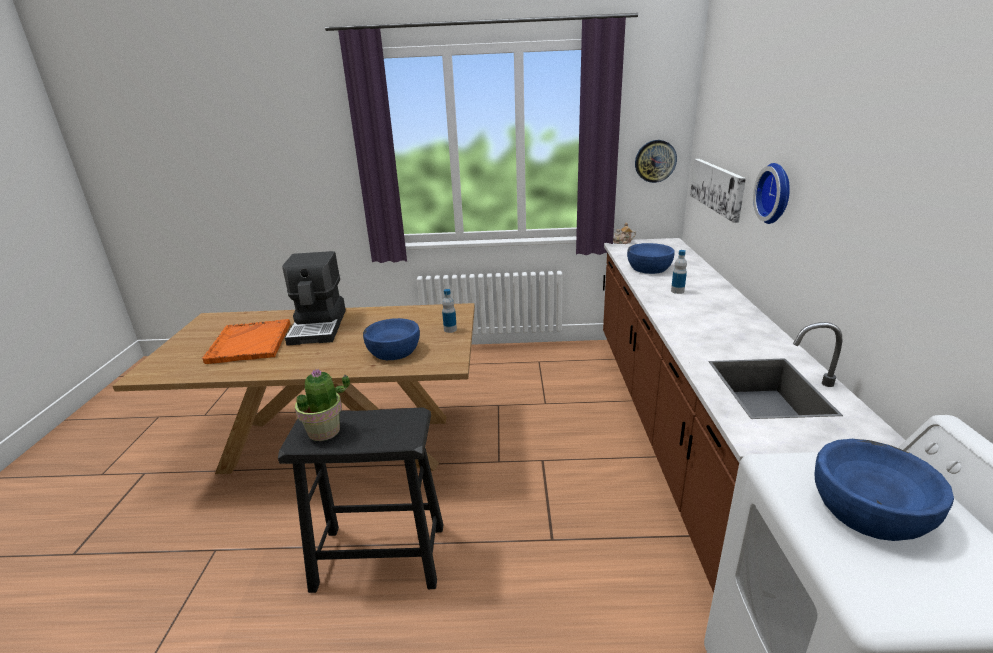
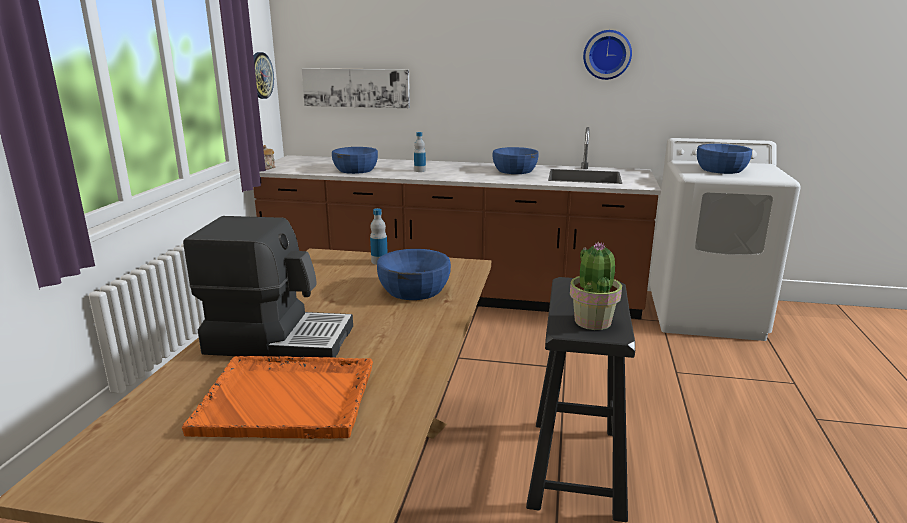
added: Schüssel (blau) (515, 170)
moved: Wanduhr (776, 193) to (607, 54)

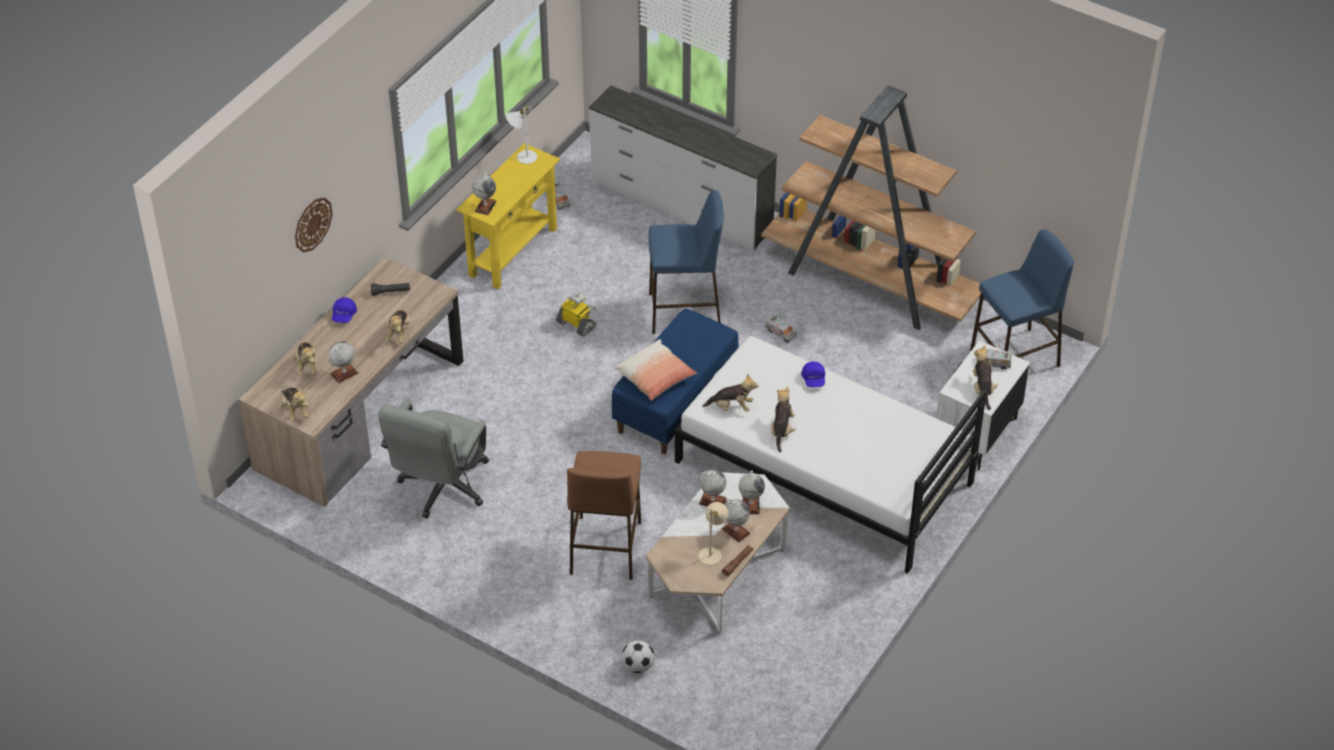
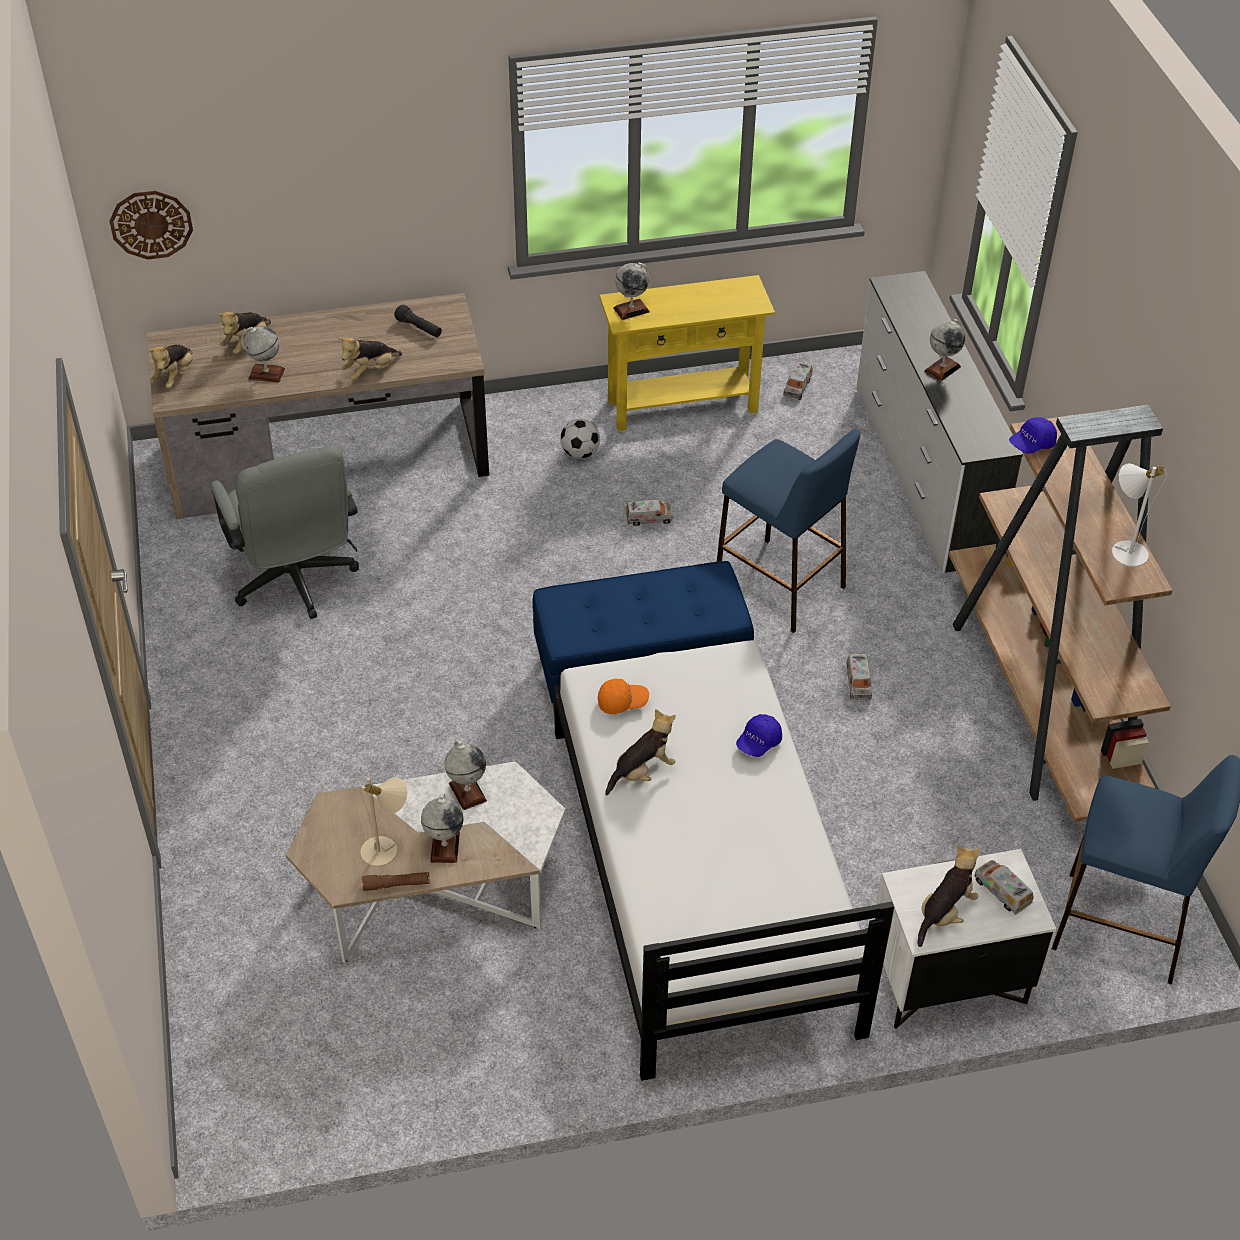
removed: Kissen (655, 378); Hocker (braun) (605, 548)
moved: Tischlampe (weiß) (523, 156) to (1124, 549); Wanduhr (312, 224) to (151, 224); Kappe (blau) (344, 315) to (1031, 444); Globus (751, 504) to (942, 369); Fußball (638, 666) to (580, 453)
replaced: Spielzeugroboter (576, 324) to Spielzeuglaster (649, 518); Plüschtier (731, 407) to Kappe (orange) (622, 702)
turned: Bürostuhl (grau) (441, 490) = (296, 583) 90 degrees counterclockwise

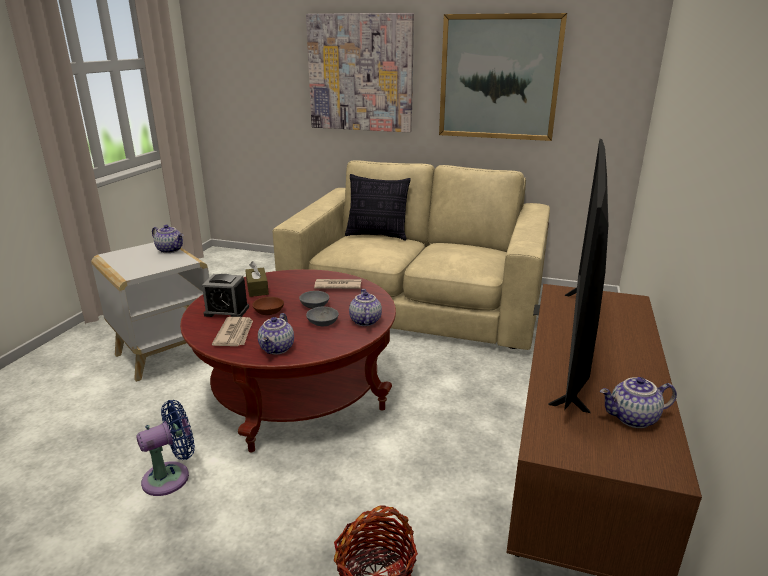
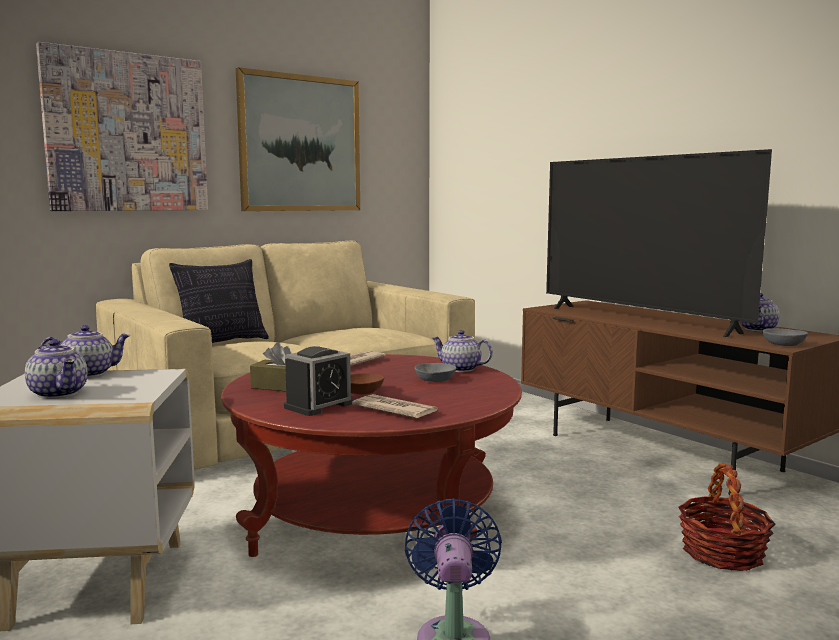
moved: Schüssel (grau) (315, 305) to (784, 344); Teekanne (277, 349) to (60, 393)

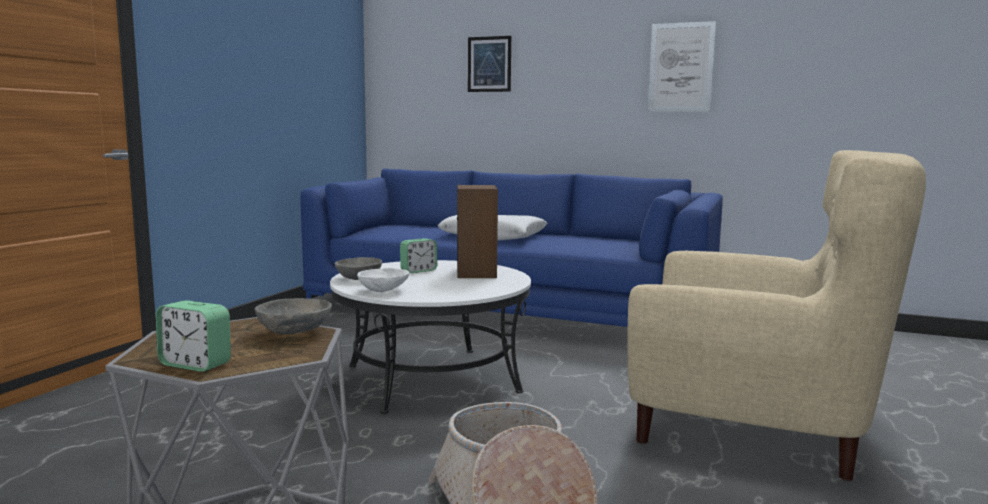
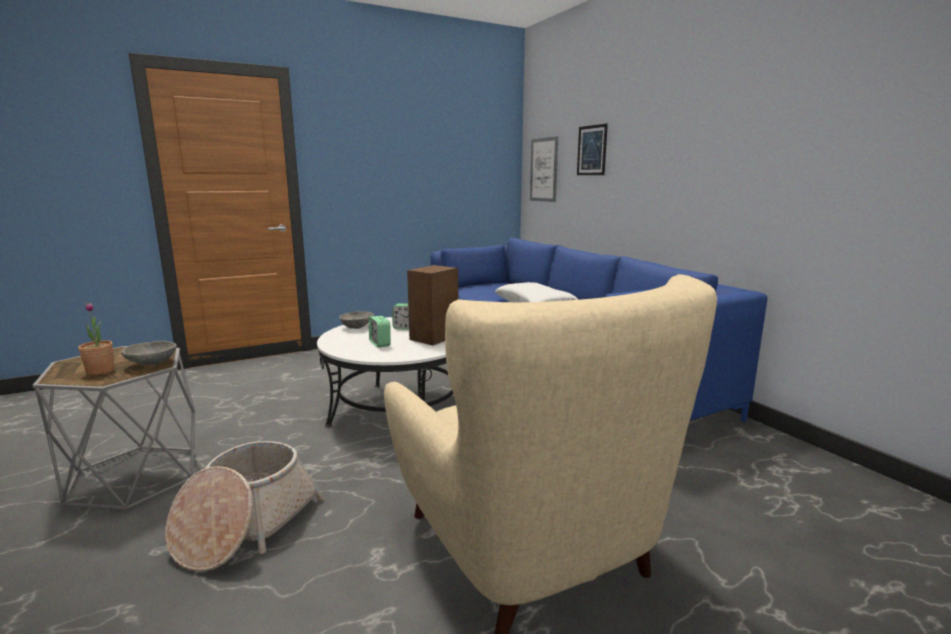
removed: Schüssel (weiß) (384, 290)
added: Topfpflanze (100, 371)
moved: Bild (681, 67) to (544, 170); Wecker (195, 364) to (380, 344)

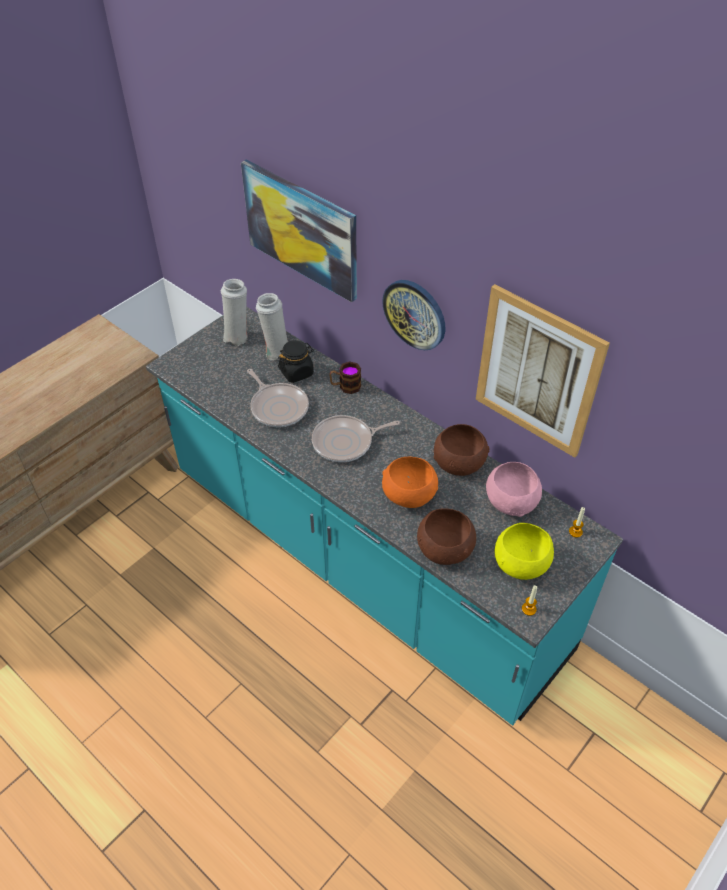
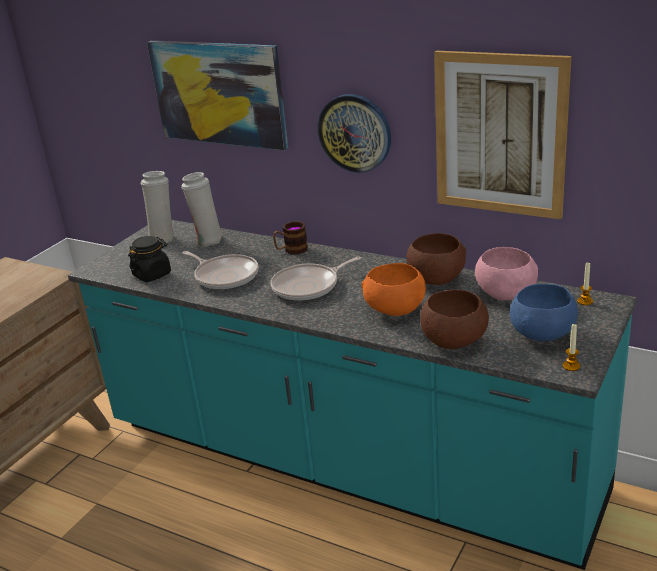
moved: Vorratsglas (schwarz) (296, 372) to (152, 274)
recoloured: Schüssel (gelb) (520, 565) to Schüssel (blau) (542, 336)

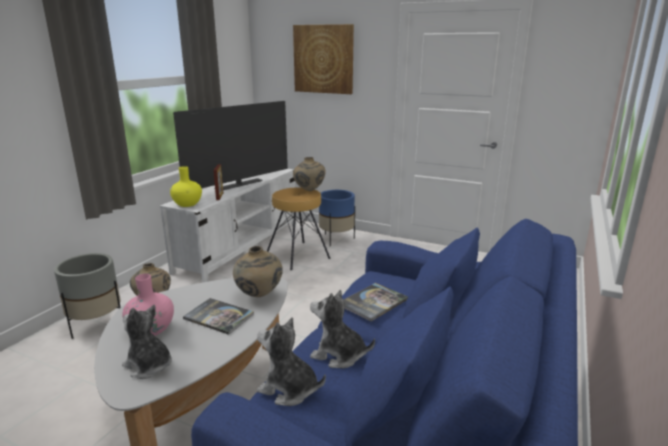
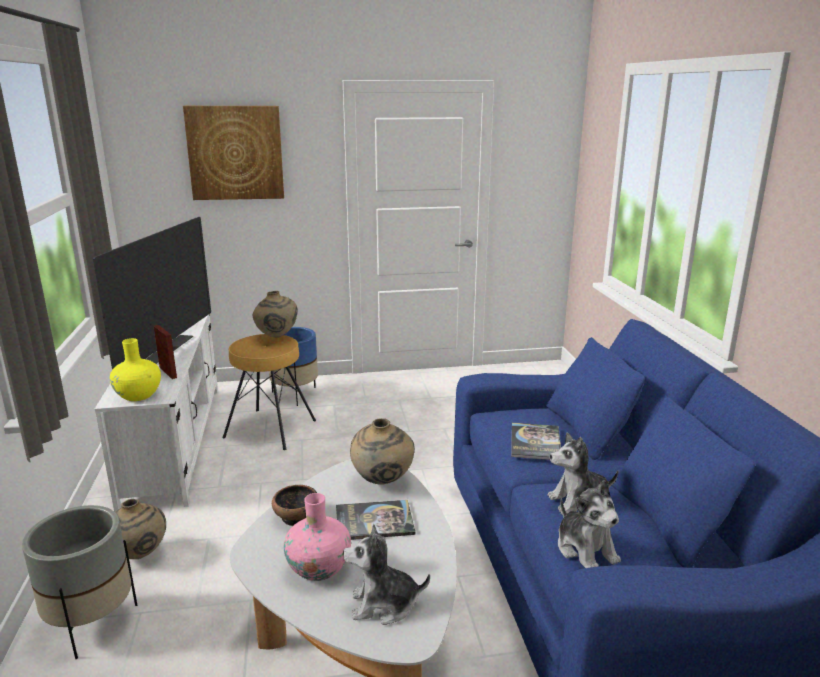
added: Schüssel (297, 517)
turned: Plüschtier (289, 389) = (585, 550) 105 degrees counterclockwise

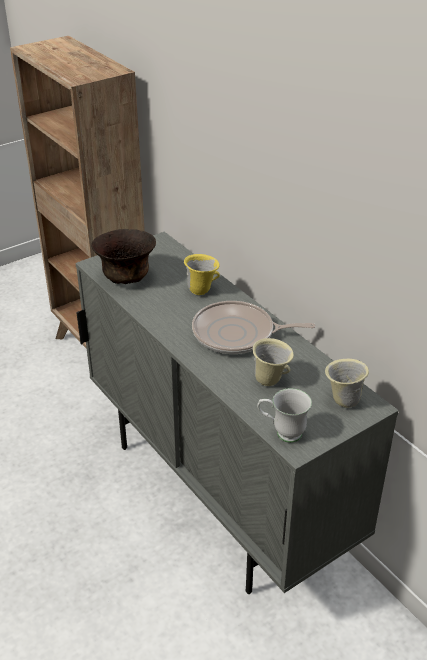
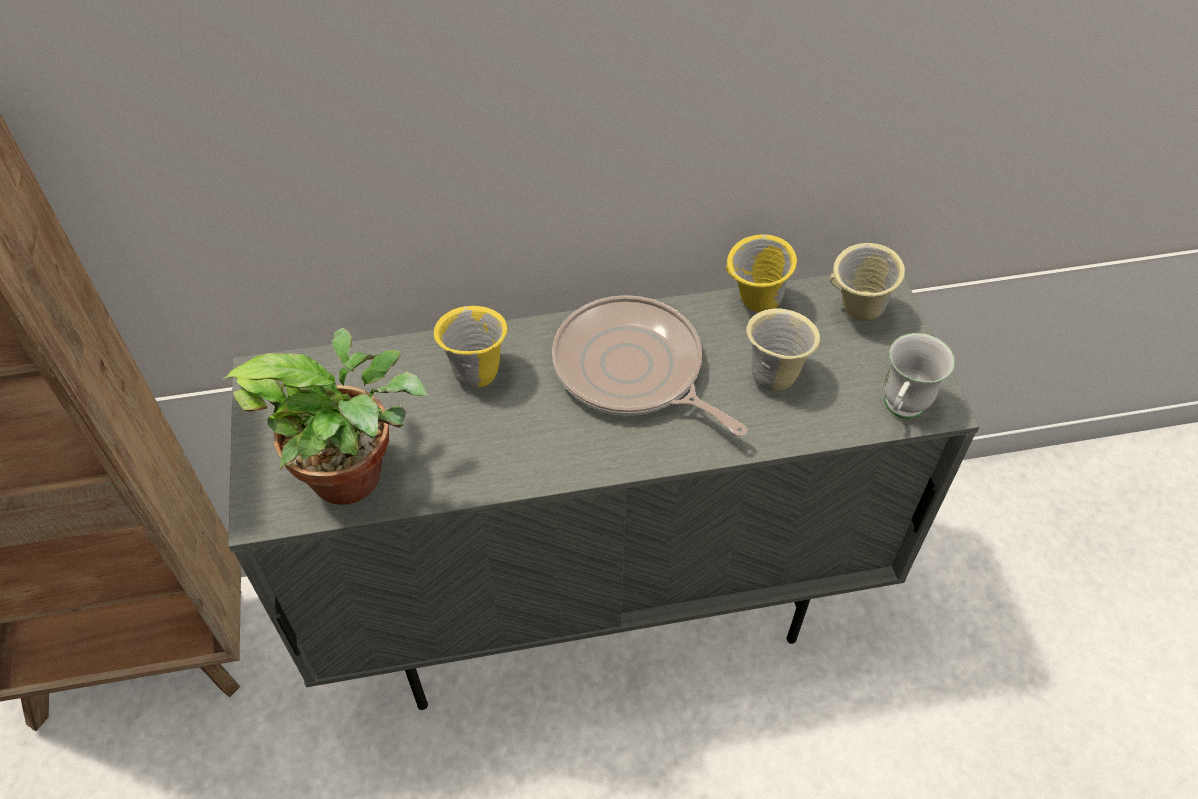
added: Henkelbecher (gelb) (754, 304)
replaced: Schüssel (braun) (126, 279) to Topfpflanze (357, 475)
turned: Pfanne (238, 334) = (633, 371) 105 degrees clockwise

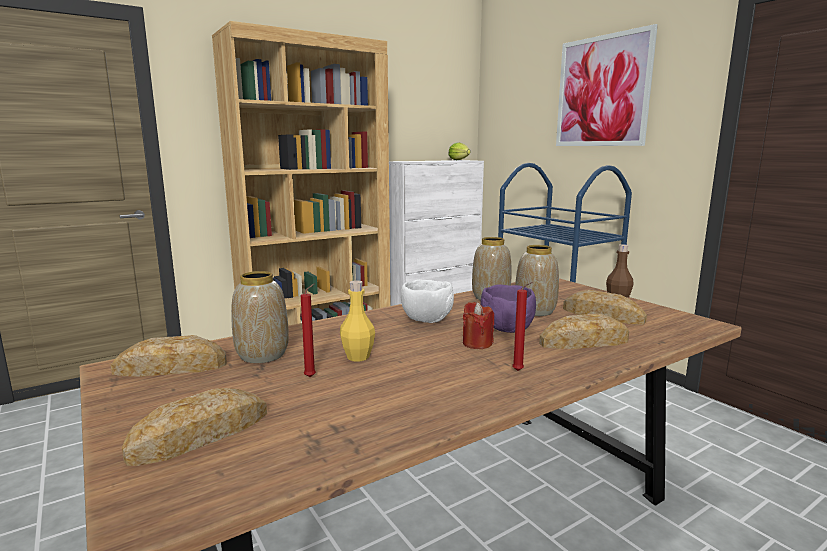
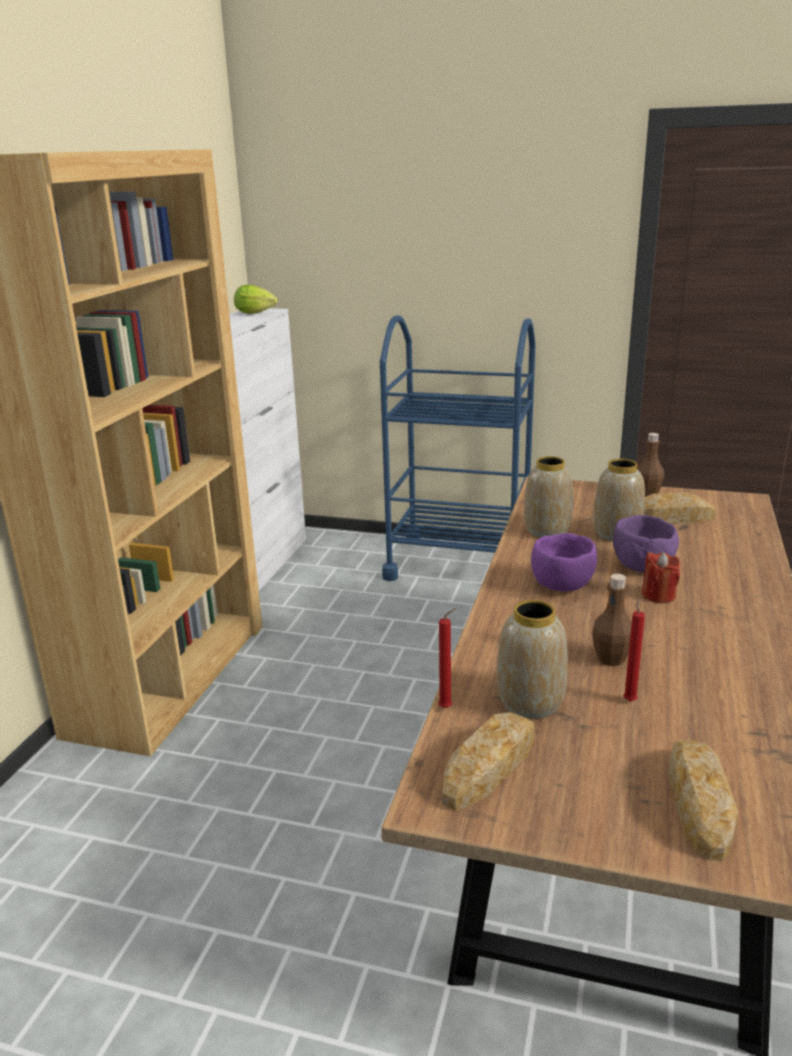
removed: Bild (602, 91); Brot (584, 342)
moved: Kerze (rot) (519, 371) to (447, 707)
recoloured: Schüssel (weiß) (427, 321) to Schüssel (lila) (563, 586); Flasche (gelb) (358, 357) to Flasche (braun) (611, 659)

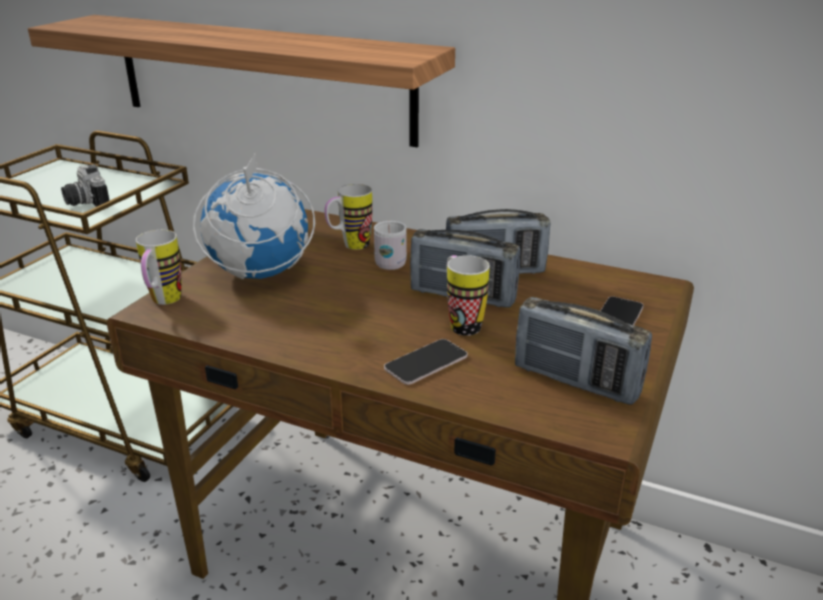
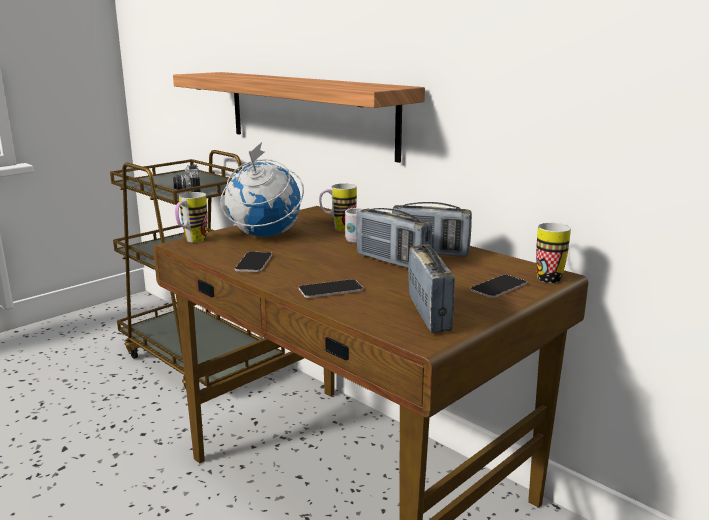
added: Handy (254, 263)
moved: Henkelbecher (461, 323) to (546, 276)
turned: Radio (576, 381) = (429, 313) 150 degrees counterclockwise

